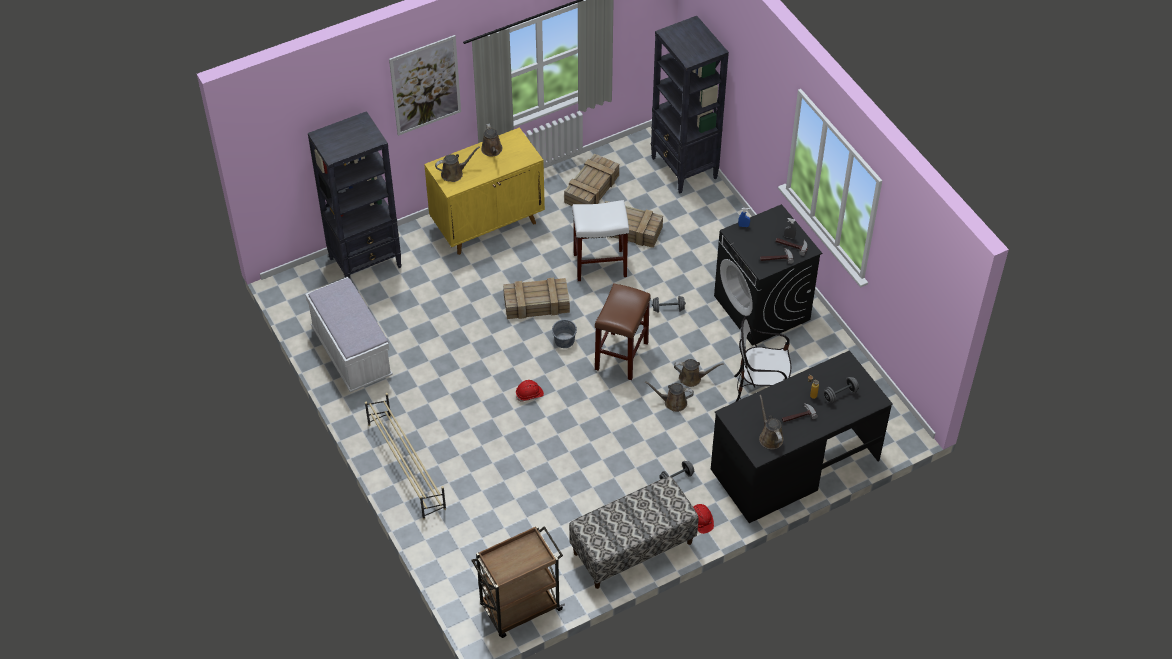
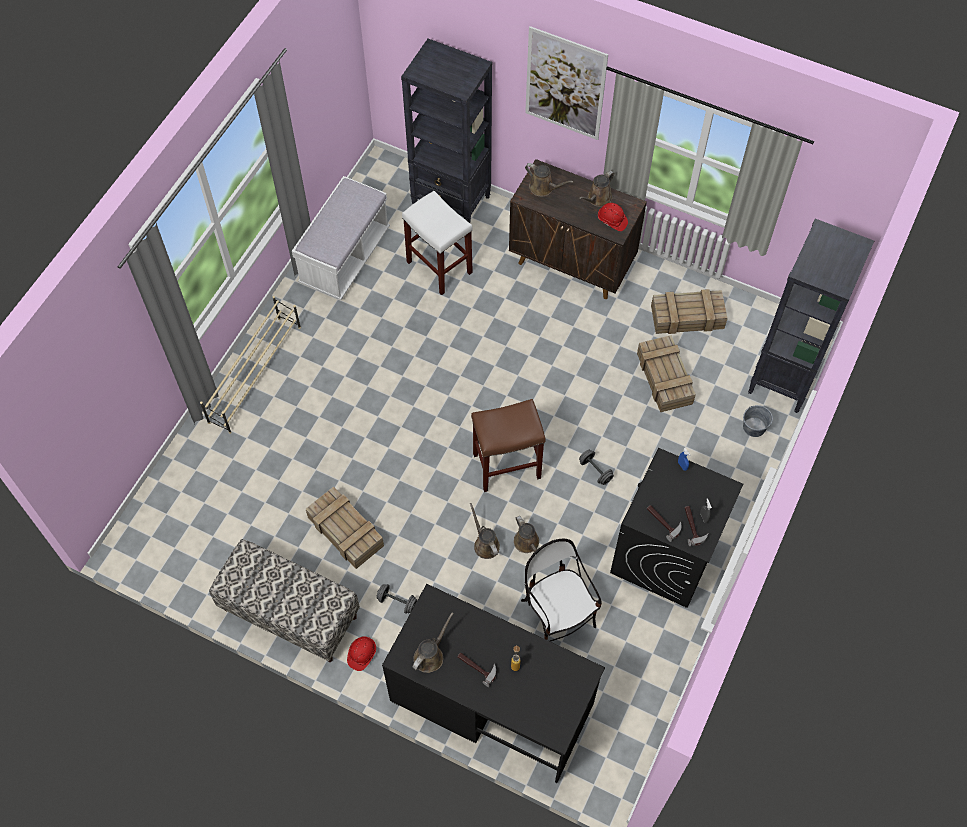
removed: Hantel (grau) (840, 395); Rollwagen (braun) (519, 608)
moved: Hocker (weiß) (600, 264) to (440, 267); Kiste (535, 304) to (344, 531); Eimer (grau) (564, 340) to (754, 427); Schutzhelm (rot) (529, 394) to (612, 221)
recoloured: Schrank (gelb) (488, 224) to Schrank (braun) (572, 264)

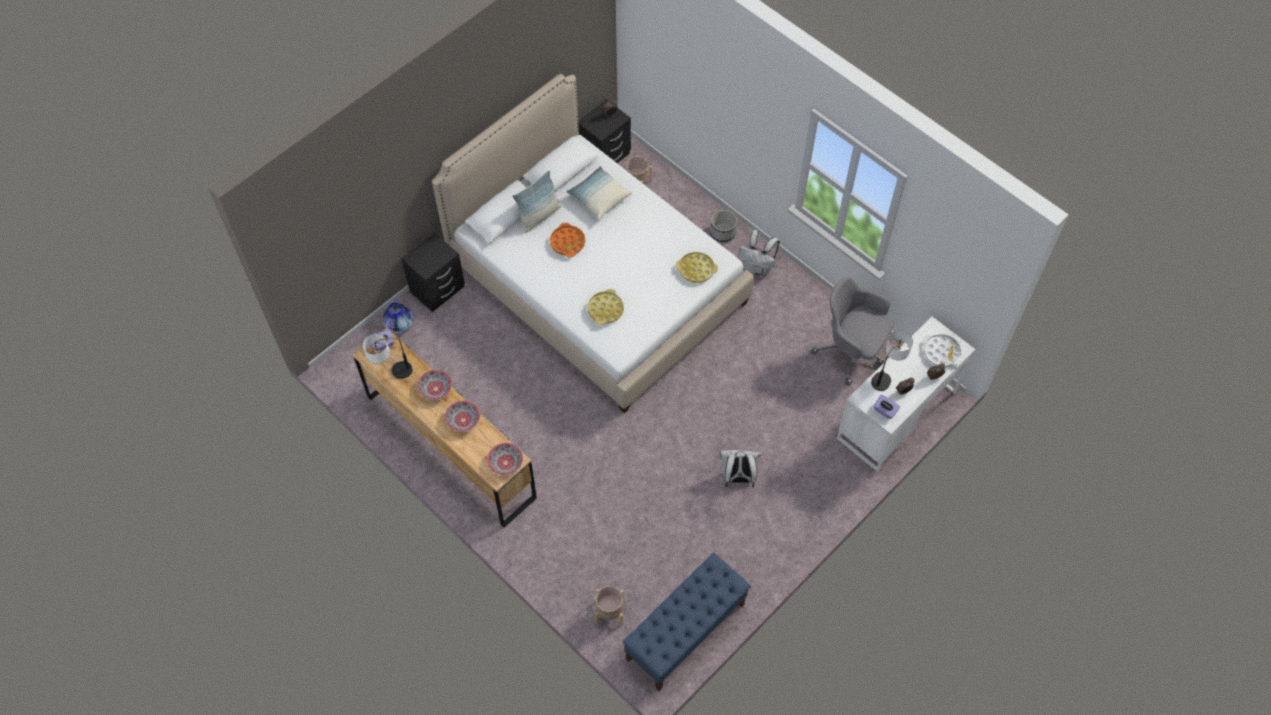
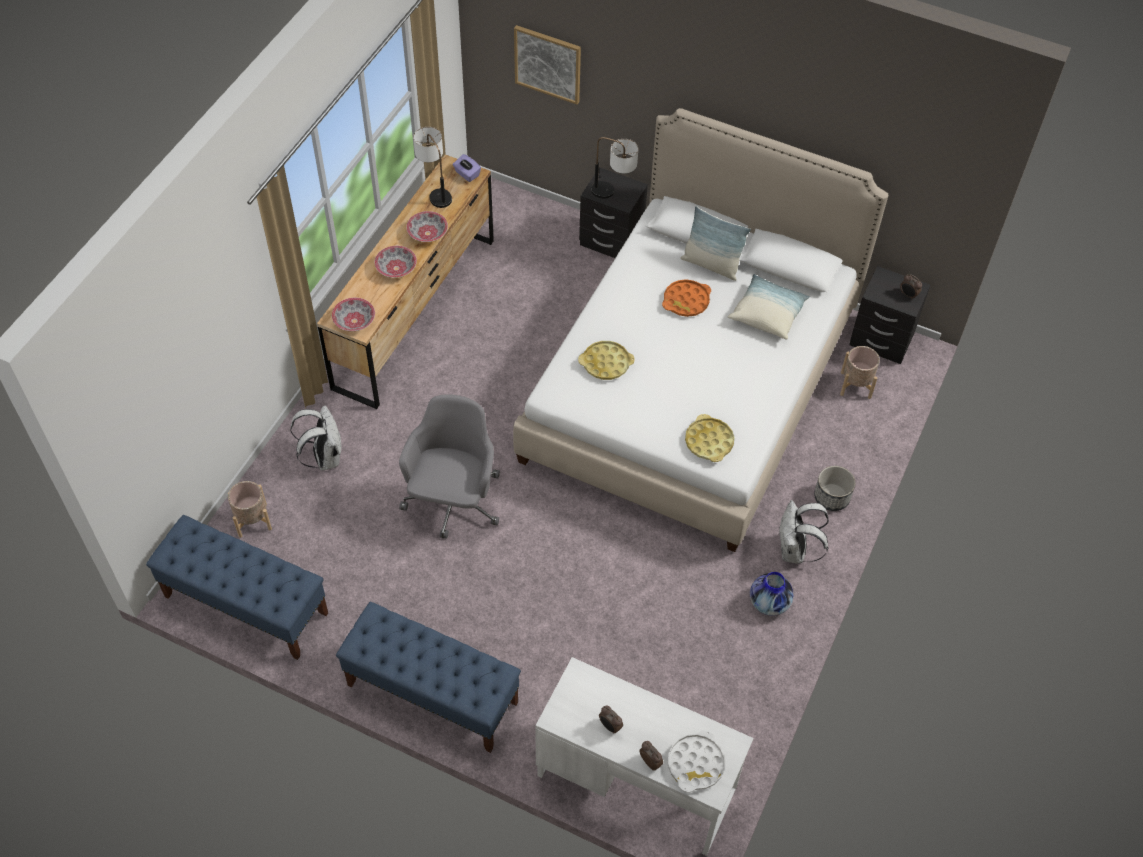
removed: Taschentuchbox (lila) (884, 411)
added: Bild (548, 63); Bank (blau) (432, 693)
moved: Bürostuhl (grau) (851, 351) to (454, 502); Vase (399, 325) to (769, 602); Tischlampe (887, 375) to (613, 193); Rucksack (weiß) (738, 478) to (324, 457)

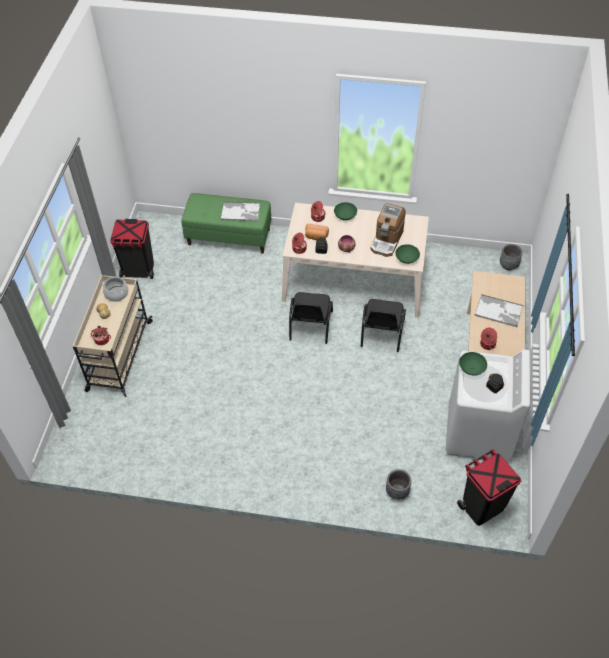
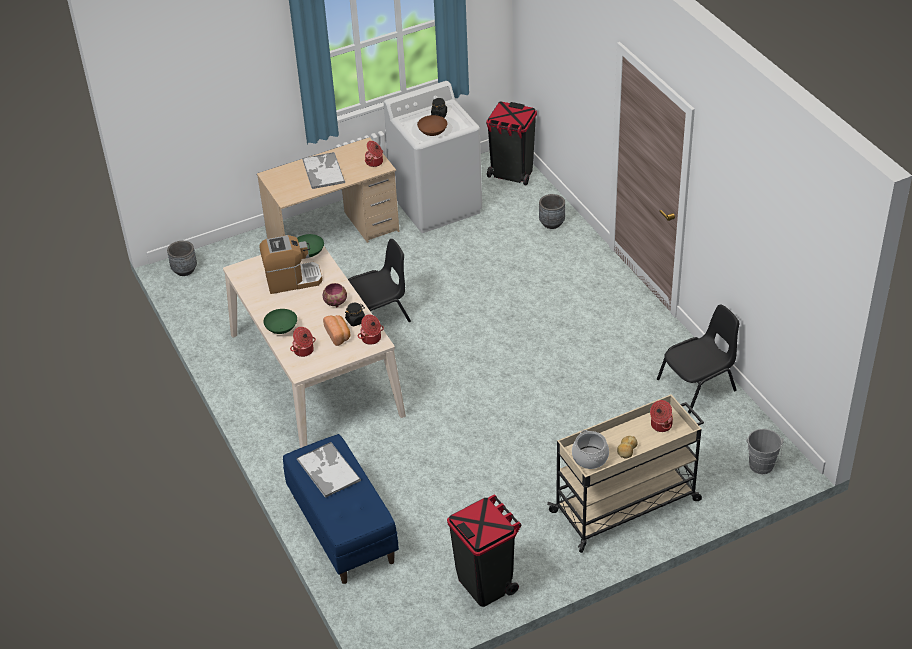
added: Eimer (grau) (761, 467)
moved: Stuhl (schwarz) (310, 326) to (698, 385)
recoloured: Bank (grün) (229, 236) to Bank (blau) (342, 528); Schüssel (grün) (472, 369) to Schüssel (braun) (432, 133)

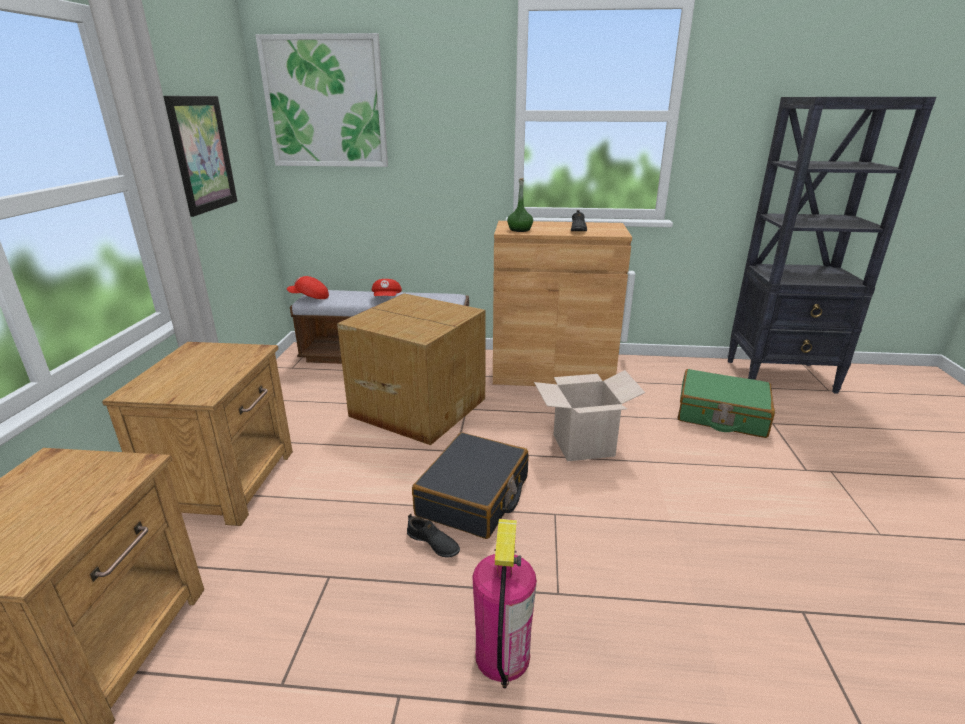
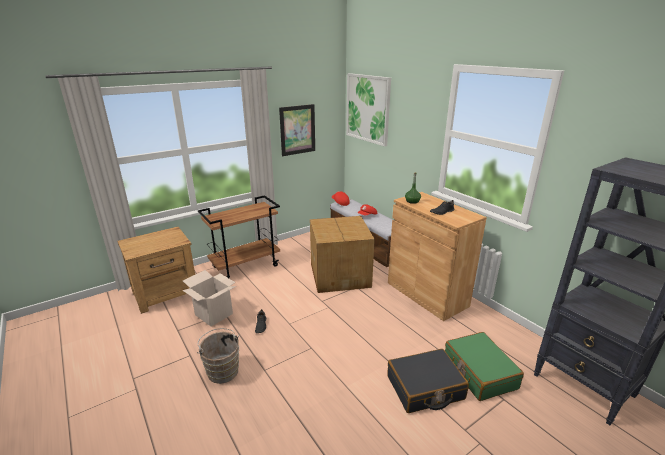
moved: Karton (583, 445) to (214, 314); Koffer (schwarz) (474, 497) to (425, 388)
replaced: Nachttisch (braun) (227, 481) to Rollwagen (braun) (246, 266); Feuerlöscher (502, 655) to Eimer (braun) (222, 370)

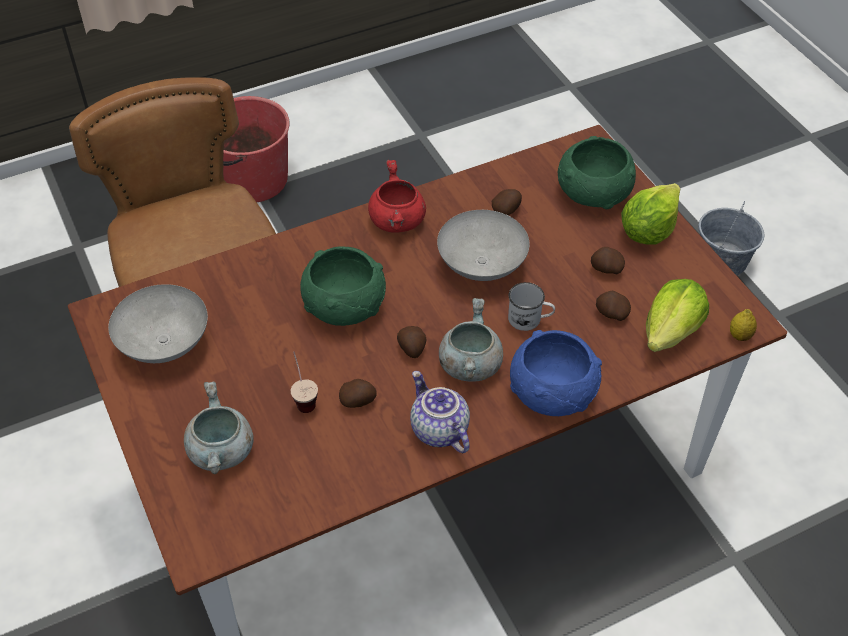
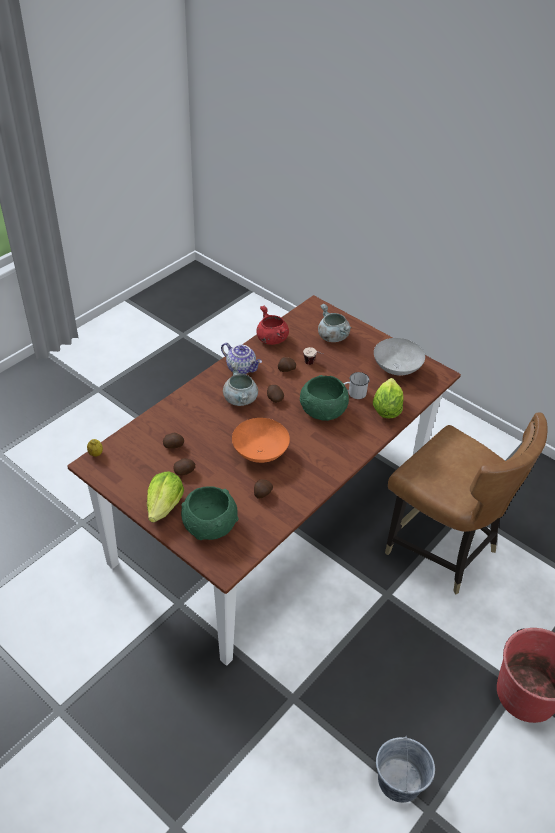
removed: Schüssel (blau) (552, 392)
moved: Kochtopf (rot) (398, 222) to (271, 338); Eimer (grau) (722, 260) to (399, 781); Salatkopf (671, 332) to (386, 409); Henkelbecher (weiß) (529, 319) to (354, 393)
recoloured: Schüssel (grau) (480, 266) to Schüssel (orange) (260, 452)

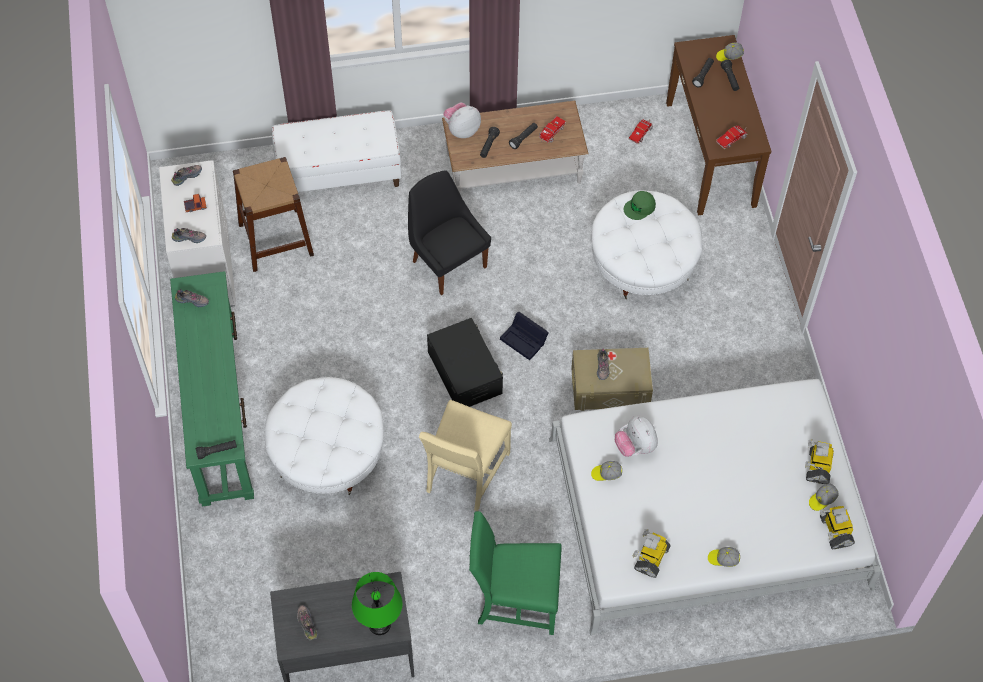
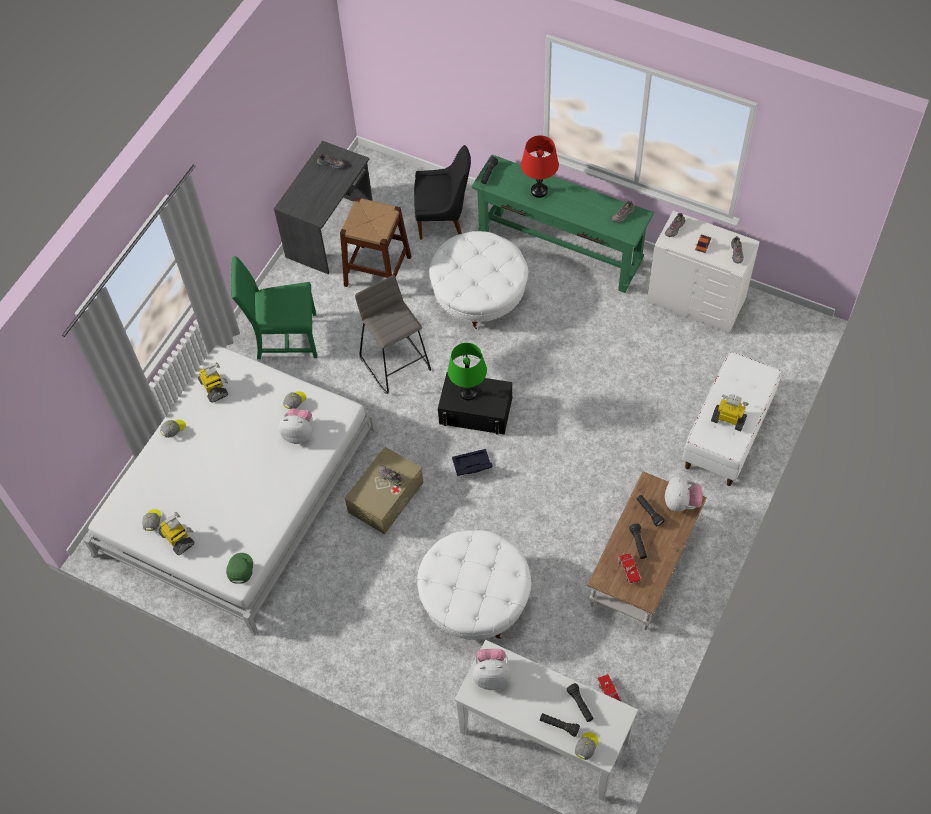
added: Tischlampe (rot) (539, 191)
moved: Hocker (braun) (276, 239) to (378, 271); Stuhl (schwarz) (447, 262) to (443, 220); Kappe (grün) (639, 207) to (240, 569); Spielzeugroboter (835, 531) to (729, 419); Tischlampe (grün) (379, 624) to (468, 393)
replaced: Spielzeuglaster (732, 139) to Plüschtier (491, 675); Stuhl (beige) (465, 473) to Hocker (grau) (396, 363)
recoloured: Konsolentisch (braun) (711, 154) to Konsolentisch (weiß) (543, 738)
turned: Stuhl (grün) (514, 599) = (284, 338) 135 degrees counterclockwise

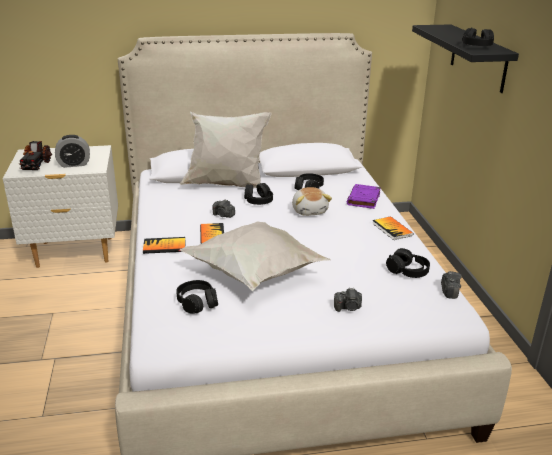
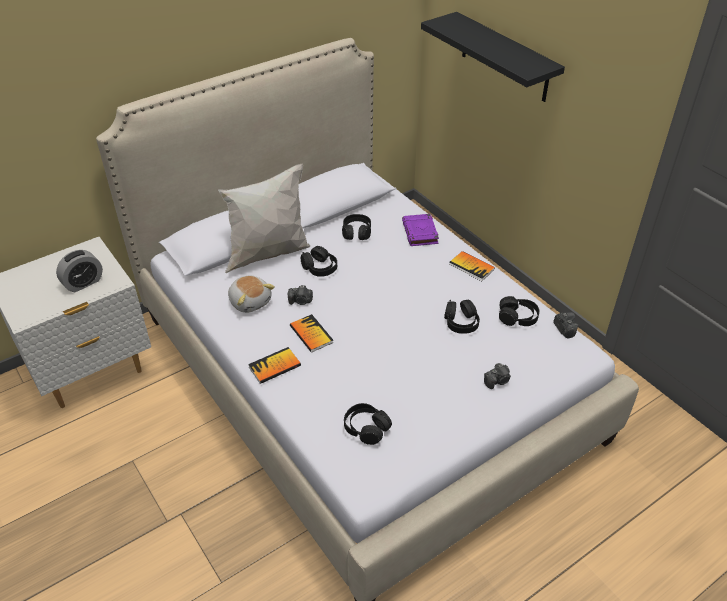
removed: Spielzeuglaster (36, 165); Kissen (weiß) (256, 275)
moved: Kopfhörer (schwarz) (477, 46) to (461, 322); Plüschtier (310, 210) to (250, 301)

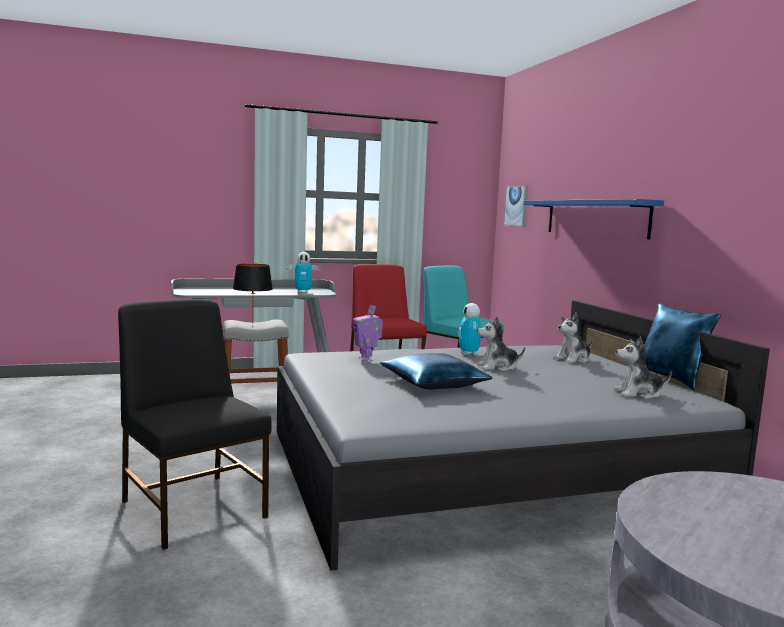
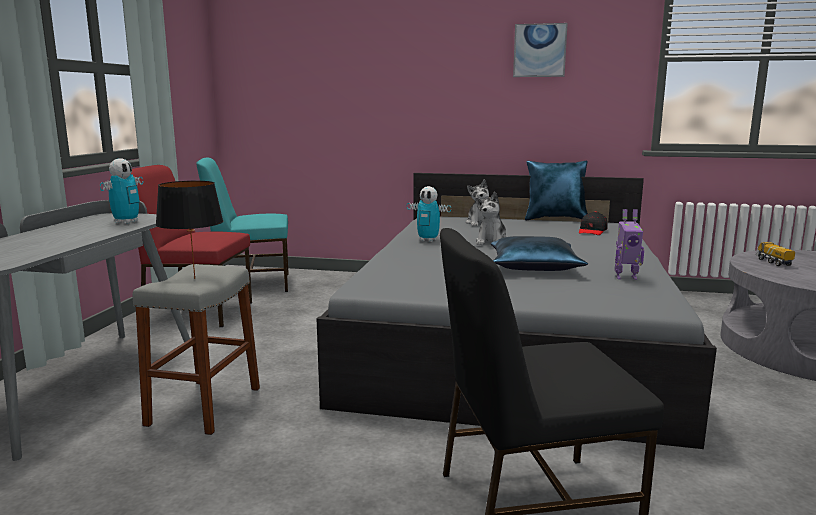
removed: Wandregal (blau) (595, 218)
added: Spielzeuglaster (773, 262)
moved: Bild (516, 206) to (539, 50); Spielzeugroboter (366, 359) to (625, 277)
replaced: Plüschtier (639, 394) to Kappe (schwarz) (592, 231)

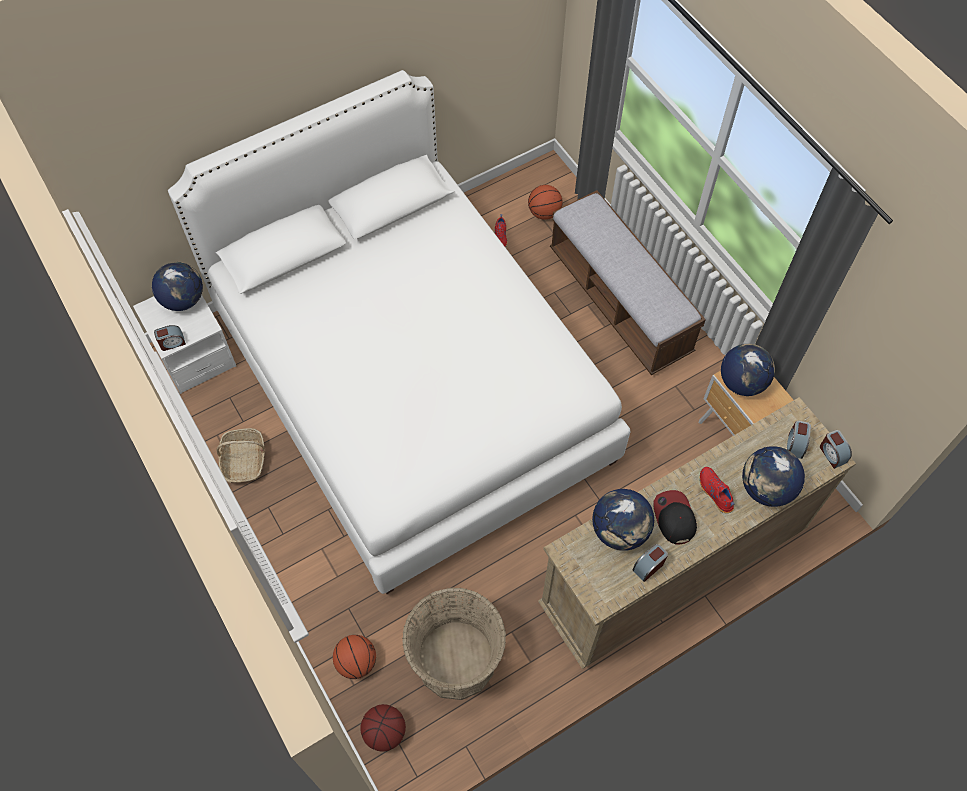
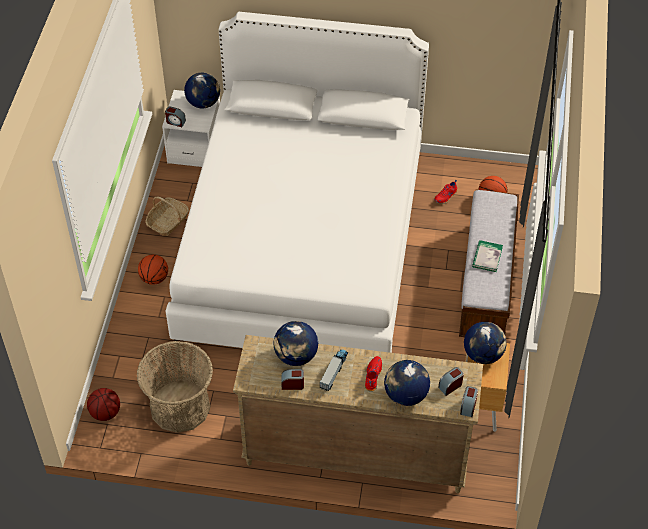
added: Buch (487, 257)
moved: Basketball (356, 662) to (154, 278)
replaced: Kappe (674, 518) to Spielzeuglaster (334, 371)

